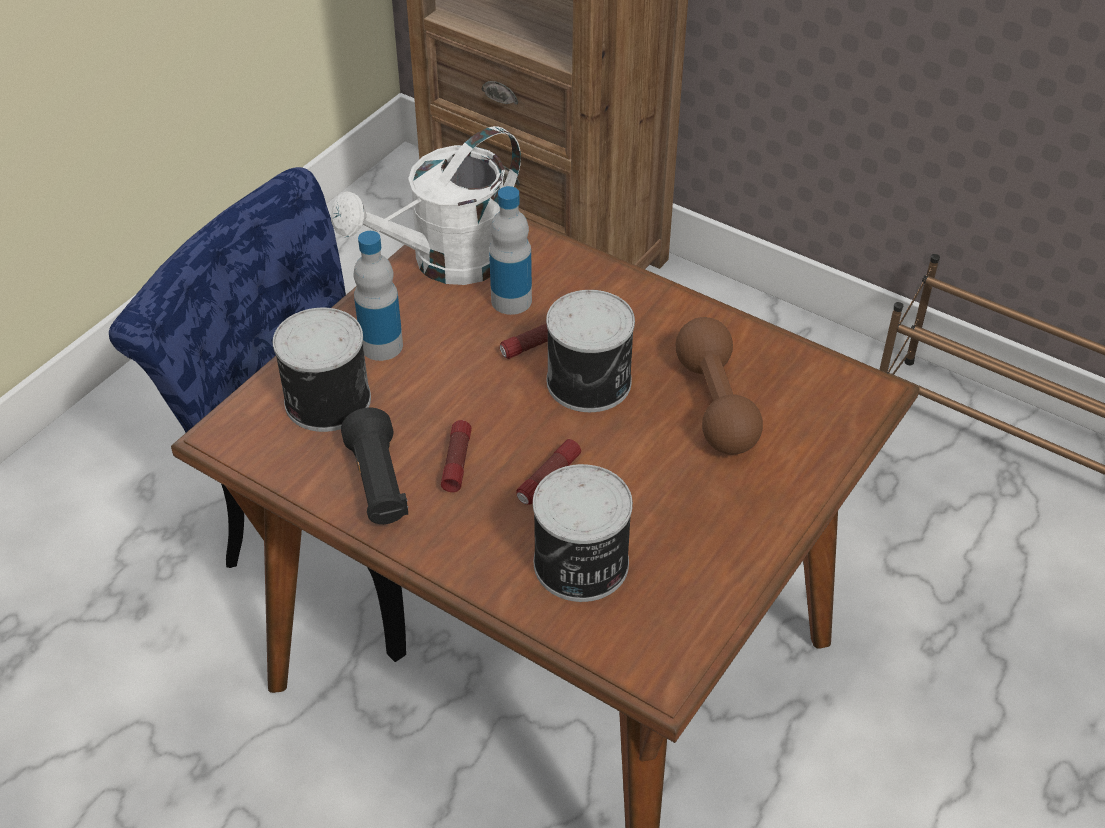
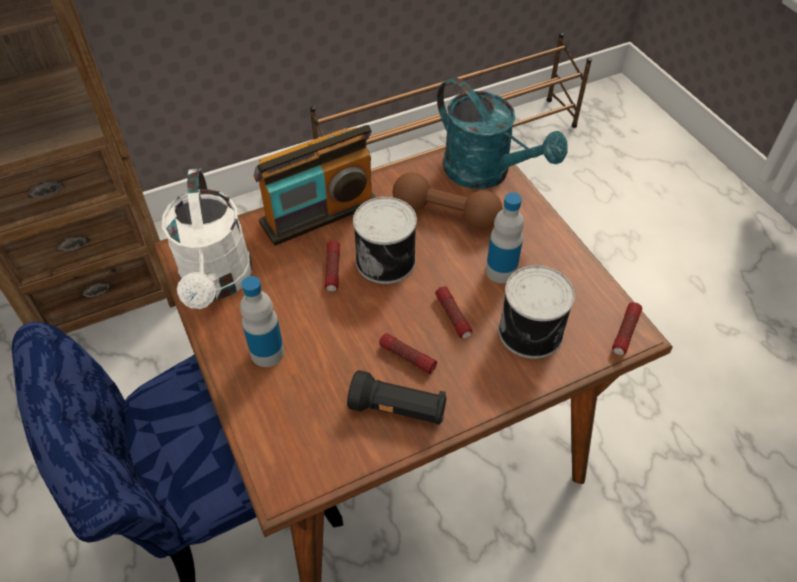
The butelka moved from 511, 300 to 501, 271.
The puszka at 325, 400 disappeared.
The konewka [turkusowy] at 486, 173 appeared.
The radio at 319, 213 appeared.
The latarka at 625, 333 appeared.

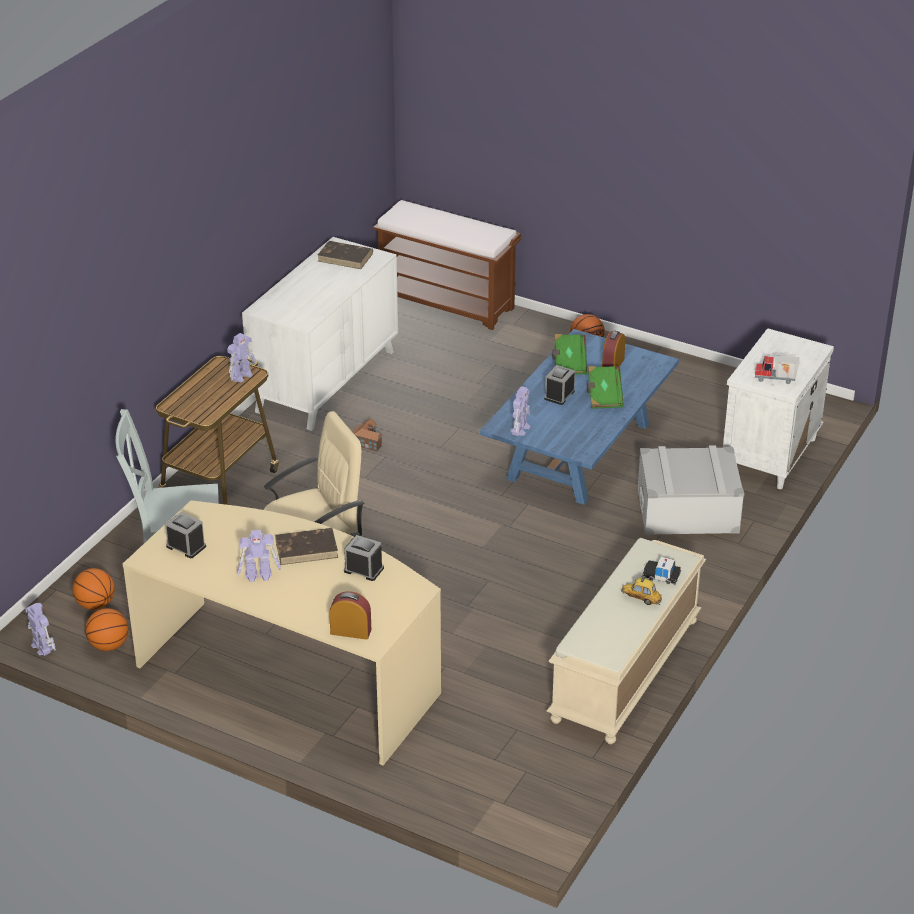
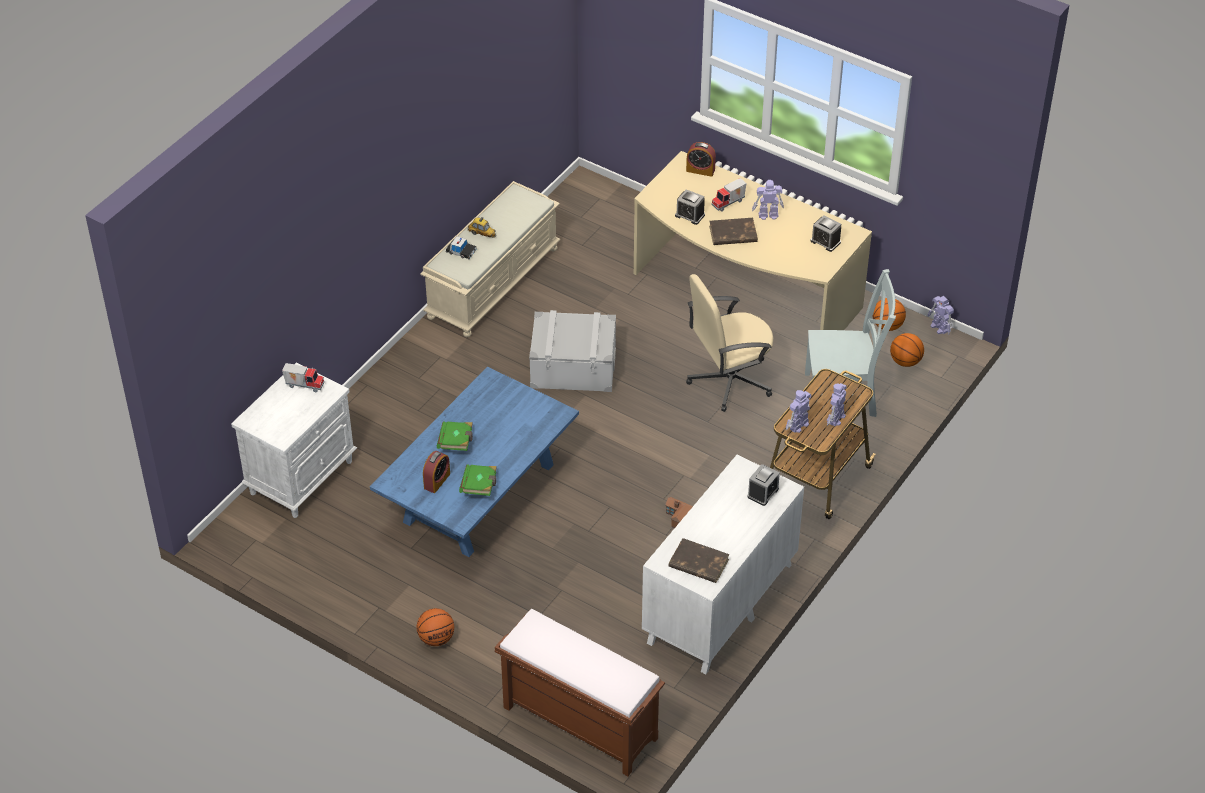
The budzik moved from 559, 395 to 763, 492.
The robot zabawkowy moved from 520, 429 to 835, 418.
The pojemnik do przechowywania [szary] moved from 687, 510 to 573, 366.
The ciężarówka zabawkowa at 729, 203 appeared.

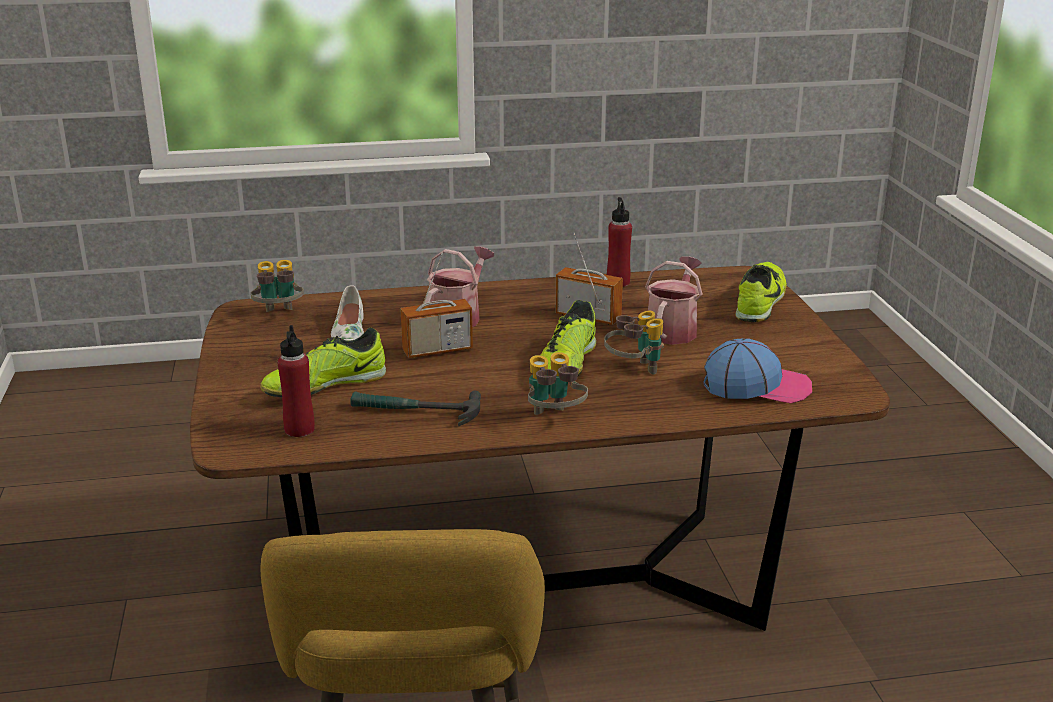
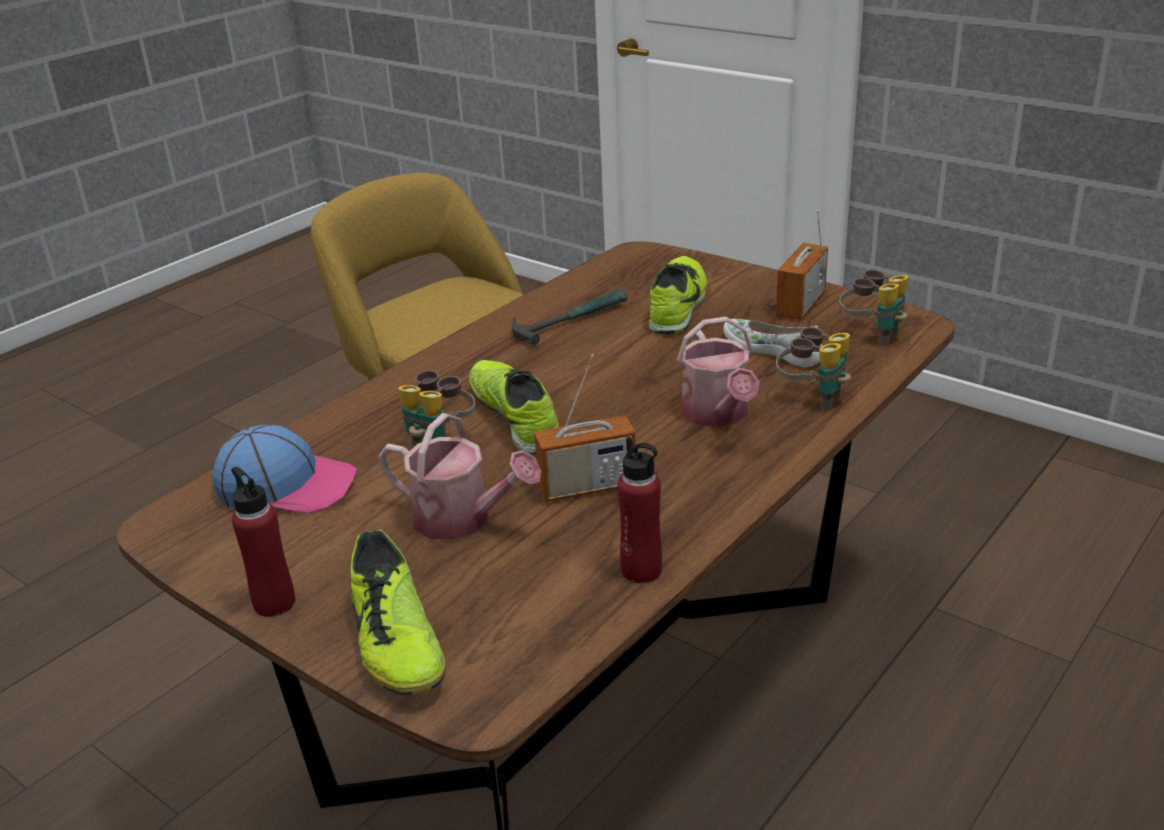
The radio moved from 437, 350 to 800, 305.
The konewka at 673, 329 turned 45 degrees counterclockwise.
The butelka [czerwony] moved from 299, 429 to 274, 603.
The czapka z daszkiem at 757, 385 turned 135 degrees counterclockwise.
The lornetka moved from 554, 419 to 812, 397.

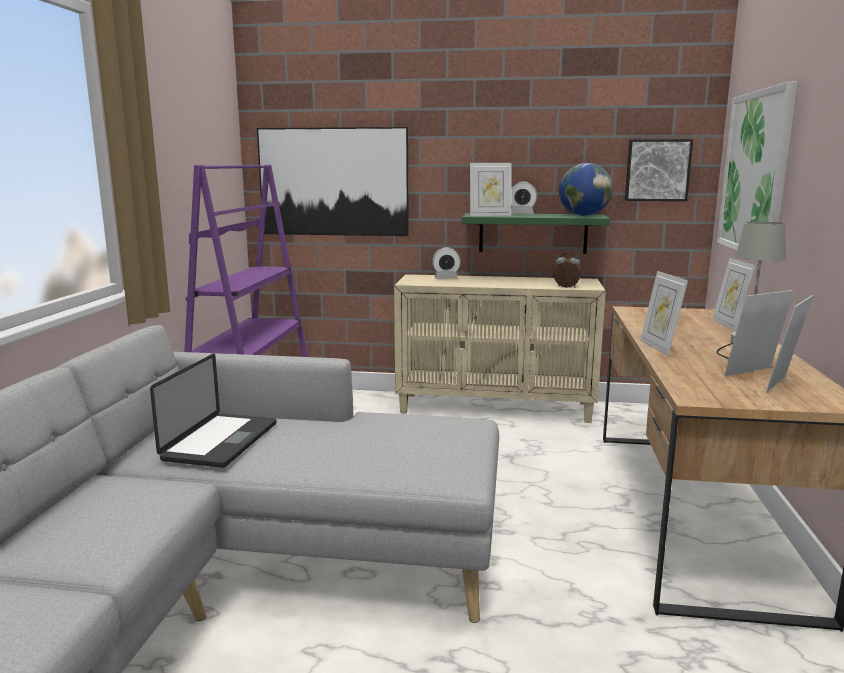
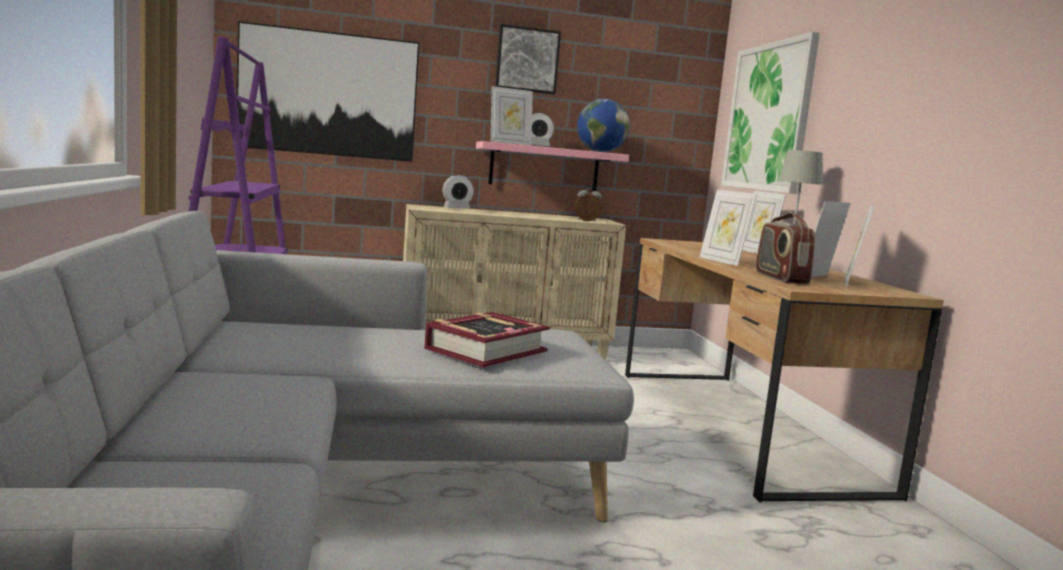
The obraz moved from 657, 170 to 527, 60.
The półka [zielony] at 533, 233 became the półka [różowy] at 544, 168.
The laptop at 221, 441 disappeared.
The radio at 780, 278 appeared.
The książka at 485, 350 appeared.

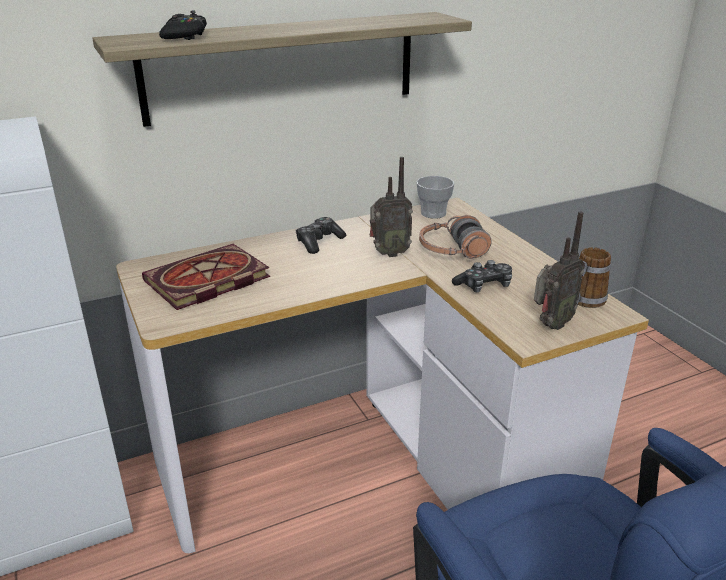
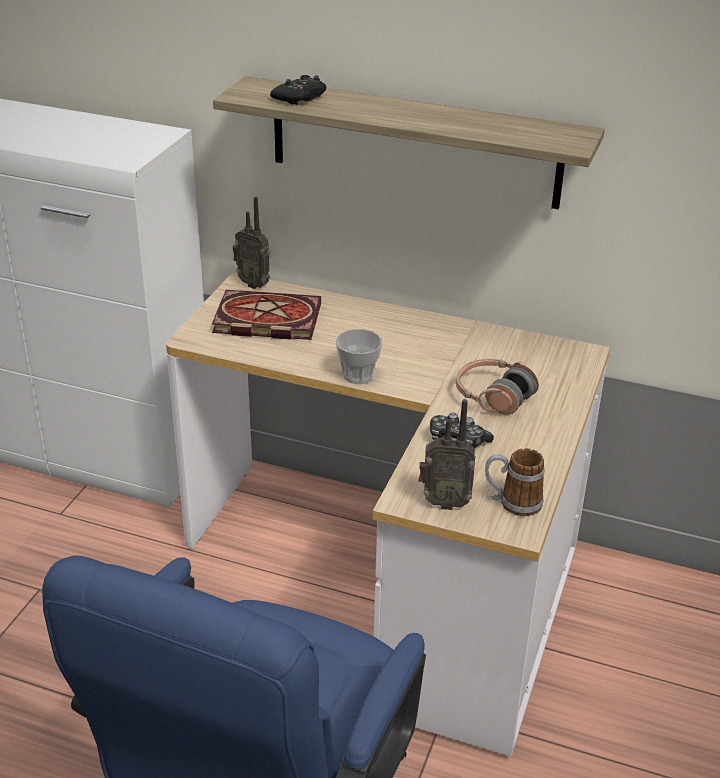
The radio moved from 388, 253 to 254, 284.
The filiżanka moved from 433, 213 to 358, 375.
The pad do gier at 319, 242 disappeared.

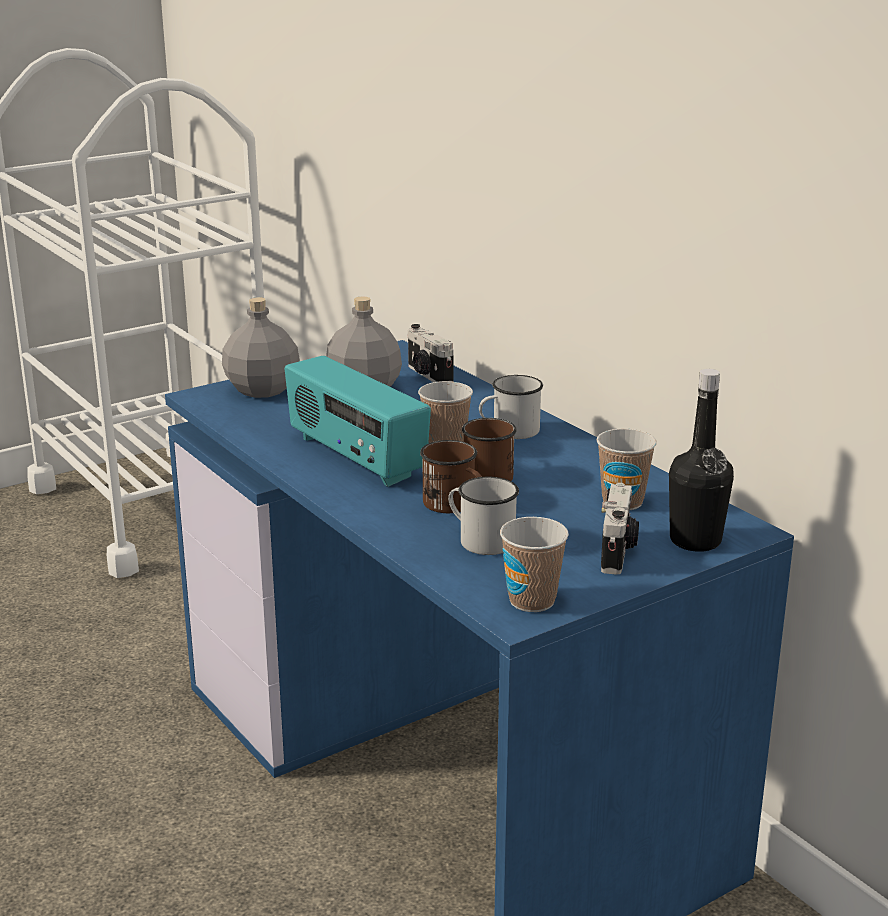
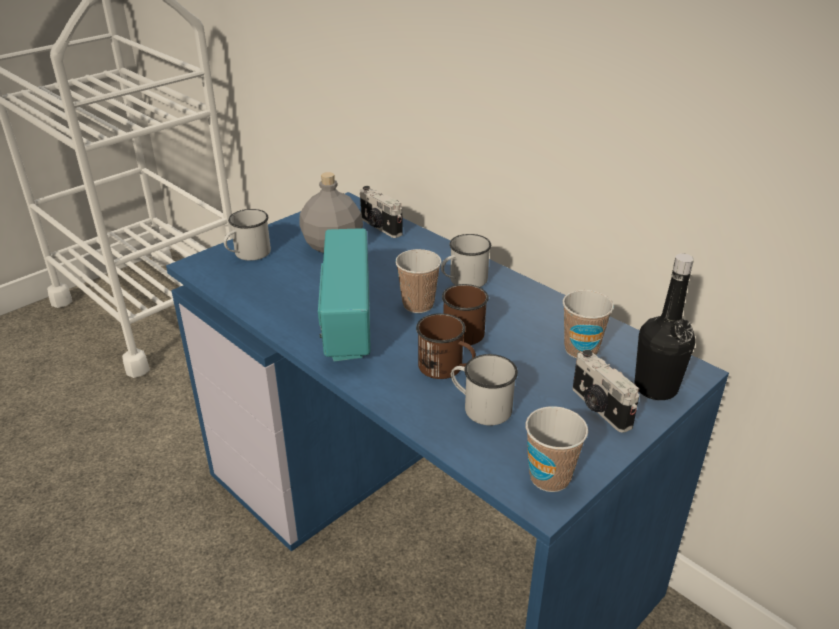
The butelka [szary] at 262, 390 was replaced by the kubek [biały] at 248, 254.
The radio at 355, 458 turned 45 degrees clockwise.
The aparat fotograficzny at 618, 552 turned 150 degrees clockwise.

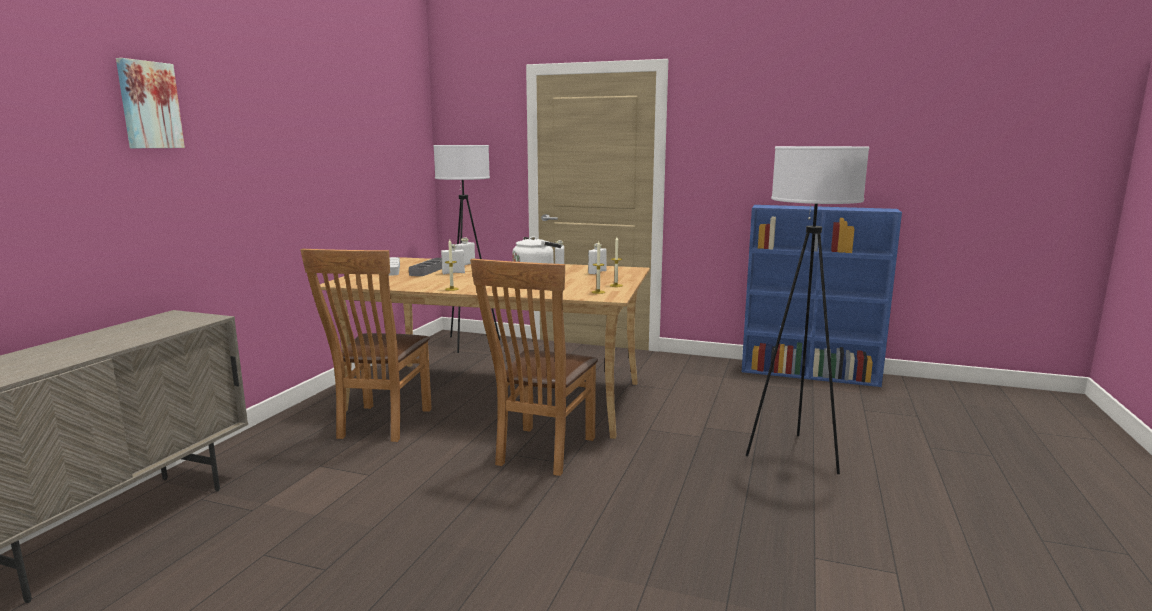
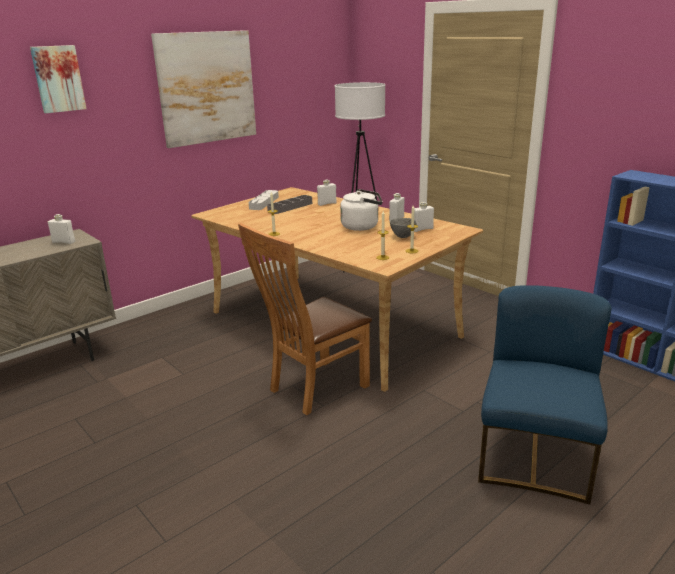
The lampa stojąca [biały] at 794, 455 was replaced by the krzesło [niebieski] at 534, 458.
The butelka [biały] moved from 453, 273 to 63, 242.
The krzesło [brązowy] at 381, 425 disappeared.
The obraz at 206, 88 appeared.
The miska [szary] at 402, 236 appeared.

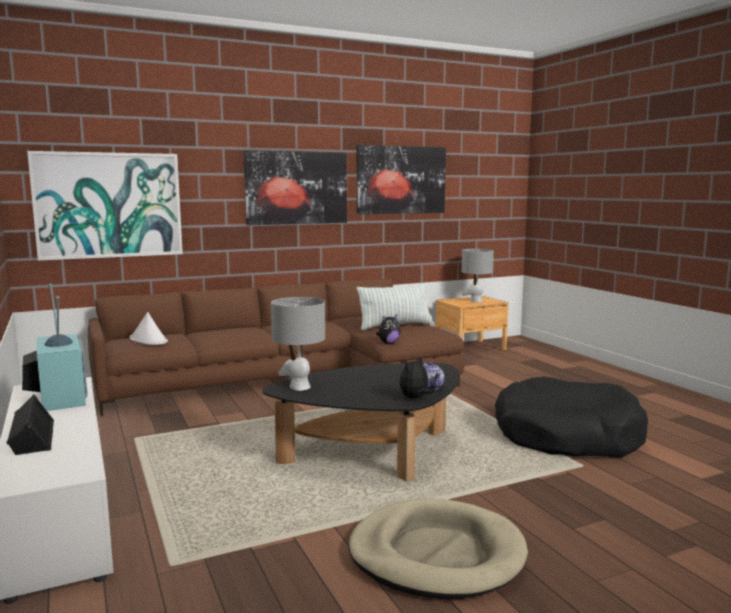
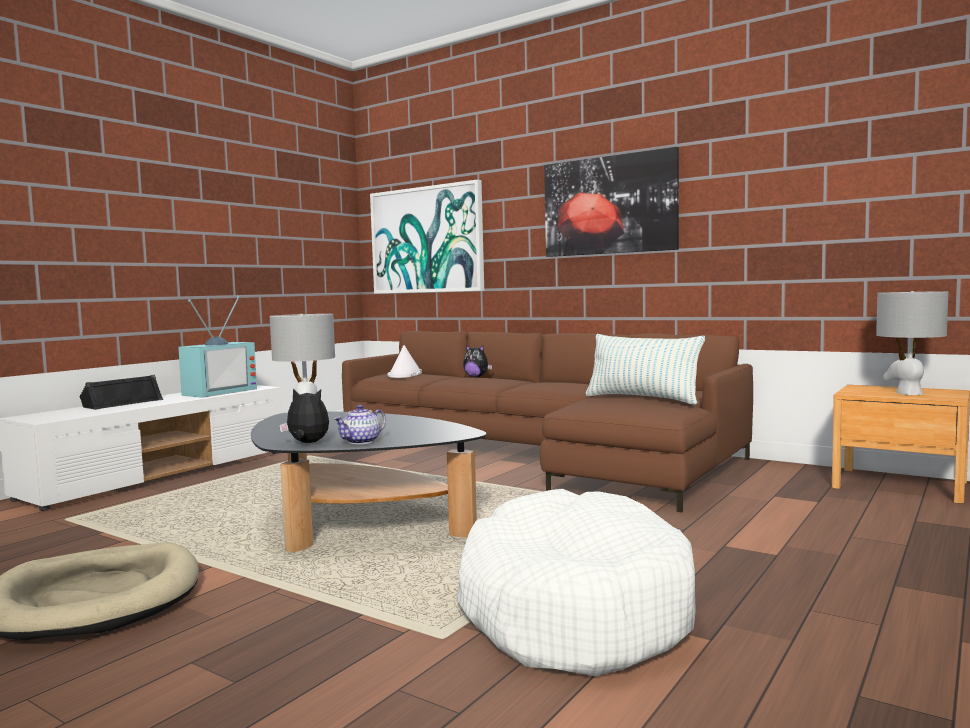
The obraz at 401, 180 disappeared.
The pluszak moved from 388, 343 to 476, 377.
The legowisko [czarny] at 566, 436 became the legowisko [biały] at 572, 609.

